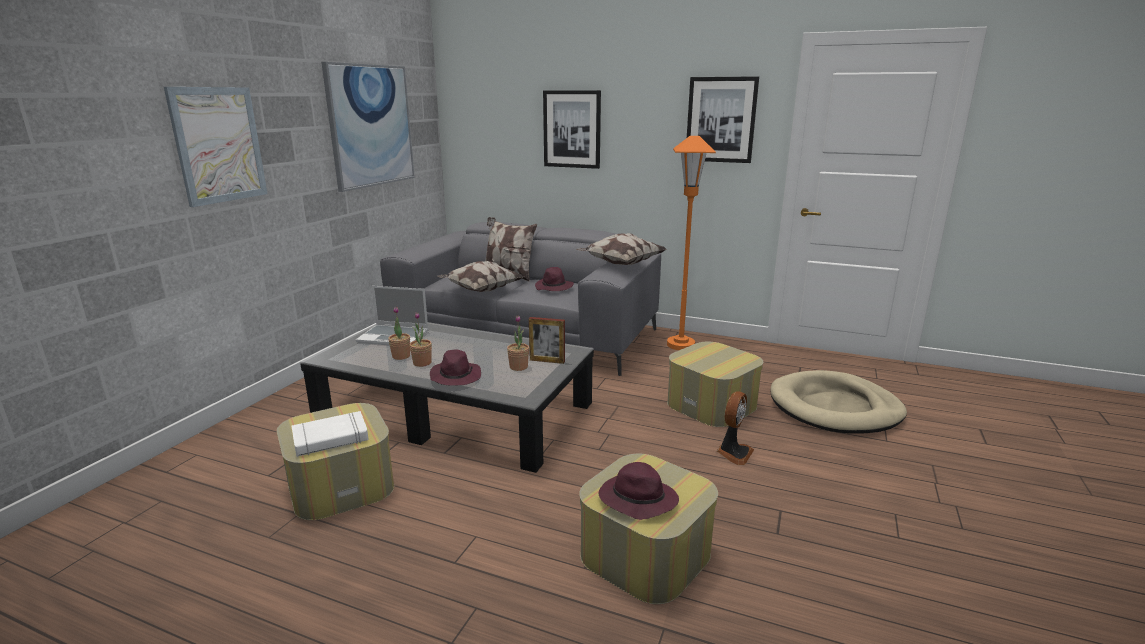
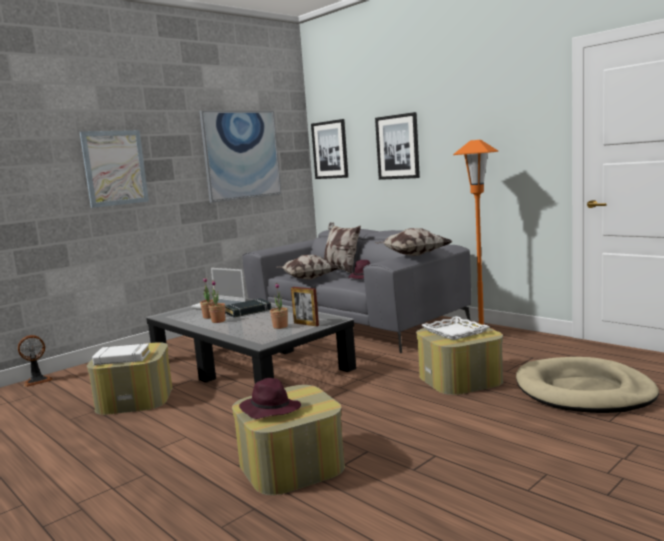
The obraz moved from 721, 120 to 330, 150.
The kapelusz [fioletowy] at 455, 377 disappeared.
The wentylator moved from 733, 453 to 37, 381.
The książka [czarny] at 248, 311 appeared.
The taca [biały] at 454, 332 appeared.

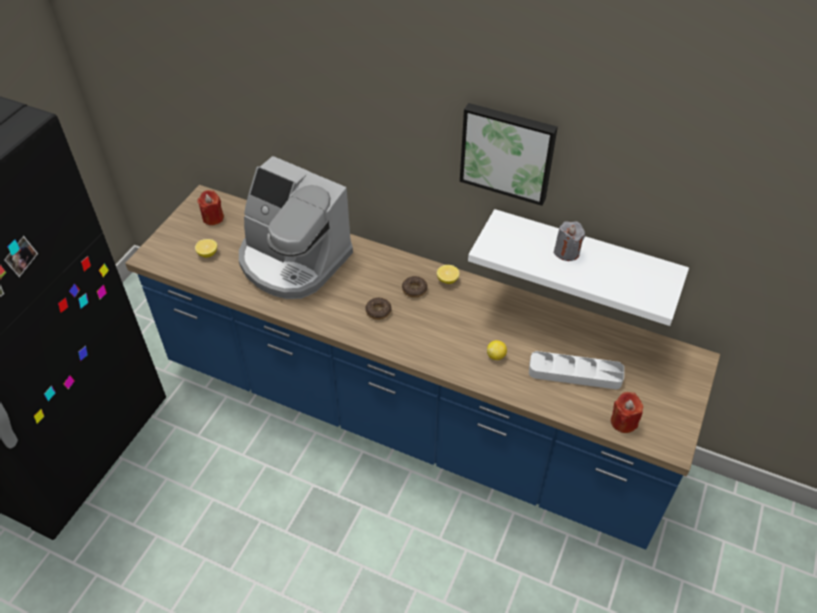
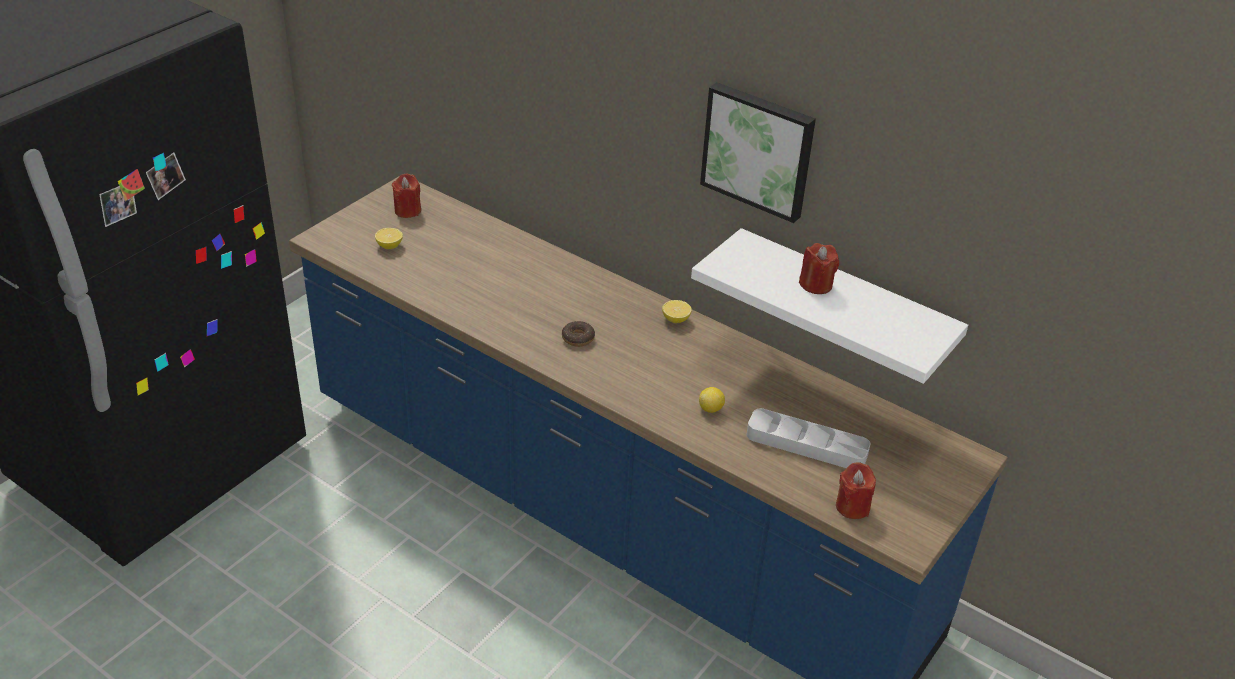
The ekspres do kawy at 293, 261 disappeared.
The świeca [szary] at 566, 252 became the świeca [czerwony] at 816, 284.
The donut at 414, 289 disappeared.

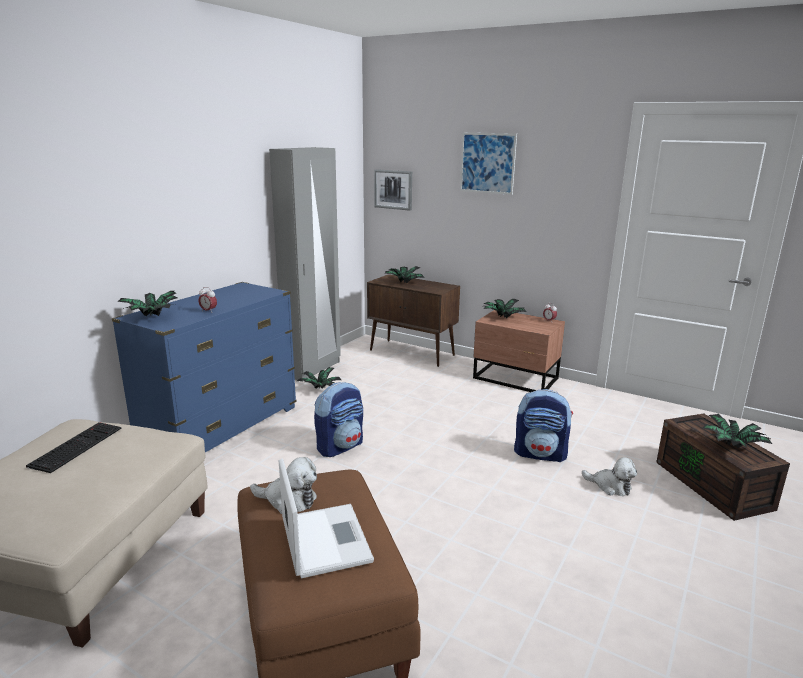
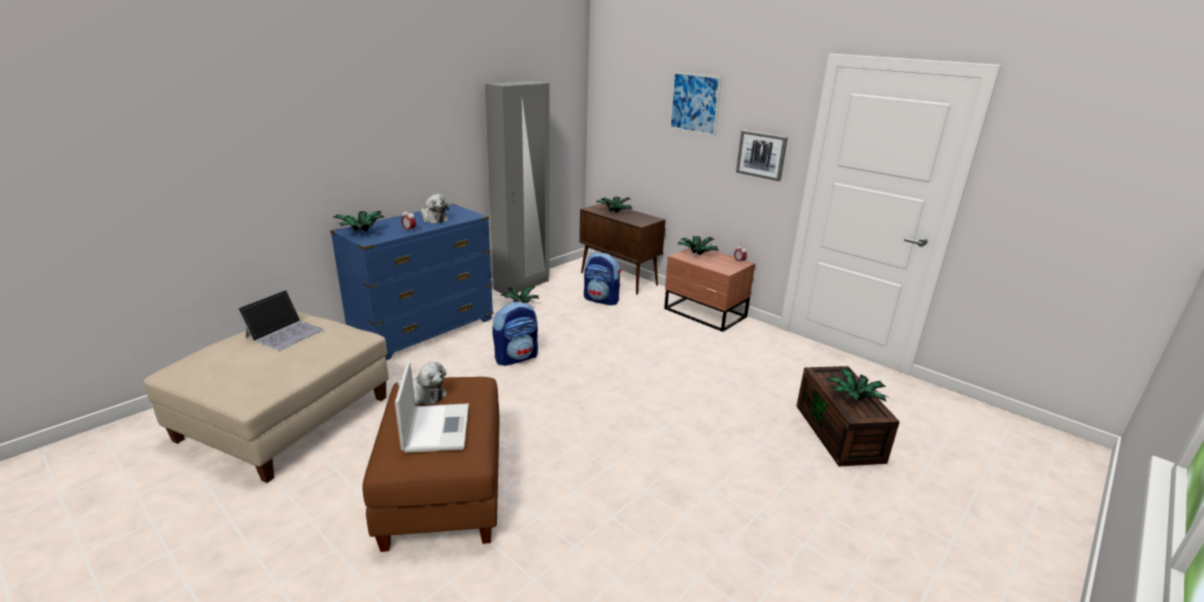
The obraz moved from 393, 189 to 761, 155.
The plecak moved from 540, 454 to 602, 300.
The klawiatura at 76, 446 was replaced by the laptop at 285, 333.
The pluszak moved from 610, 486 to 434, 219.

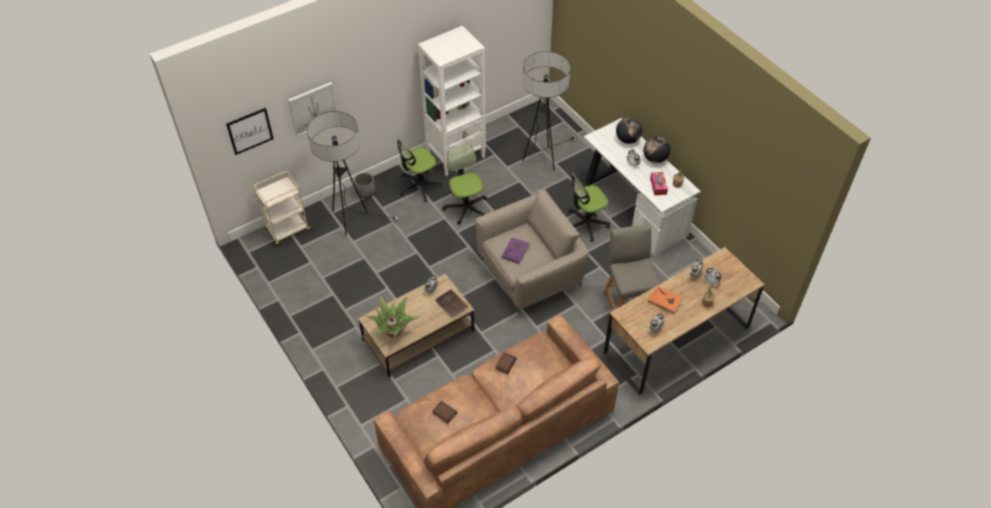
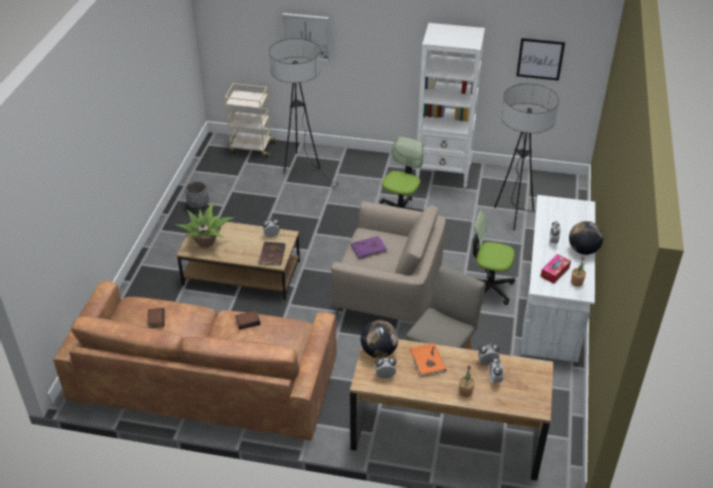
The obraz moved from 250, 131 to 540, 59.
The globus moved from 627, 140 to 379, 352.
The krzesło biurowe at 419, 186 disappeared.
The donica [szary] moved from 365, 193 to 198, 205.

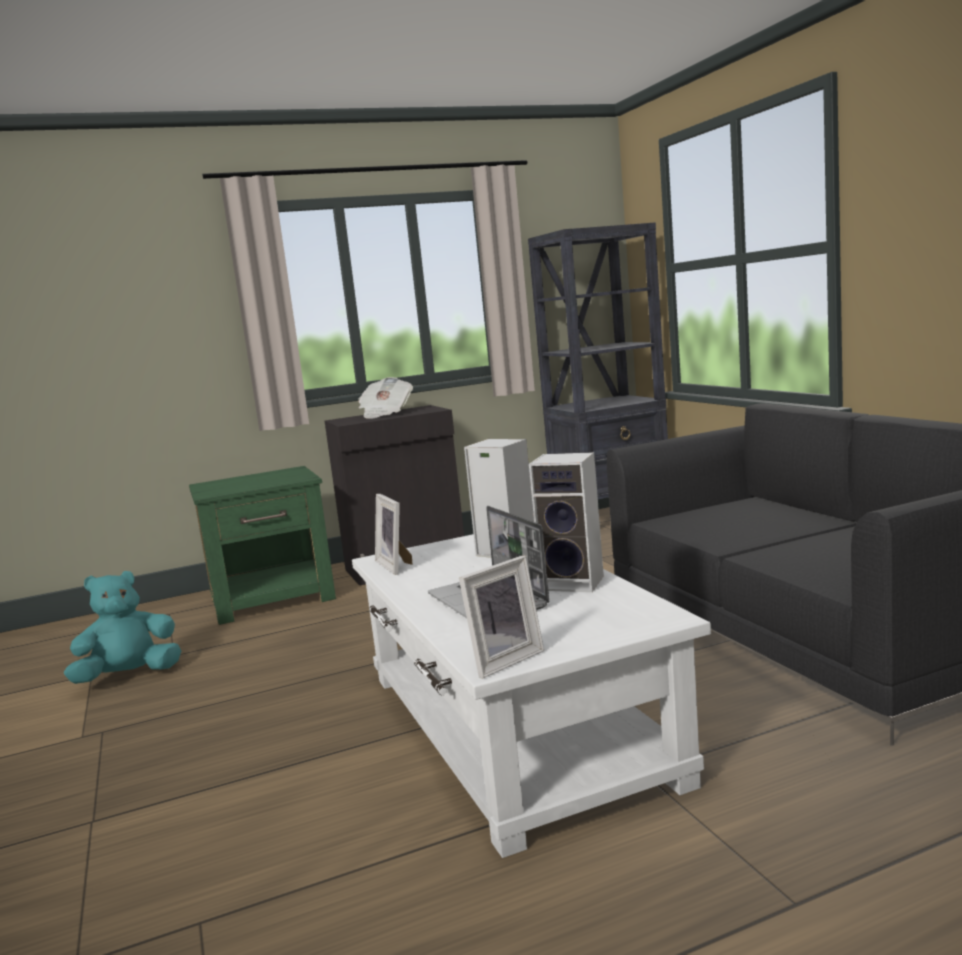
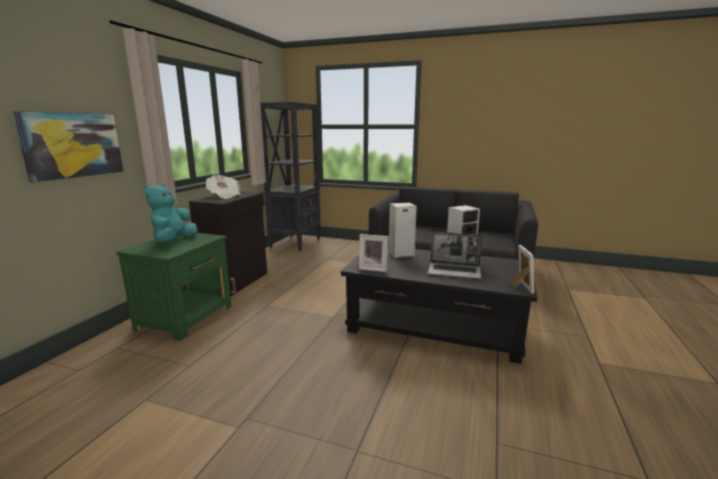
The ława [biały] at 514, 727 became the ława [czarny] at 435, 326.
The pluszak [turkusowy] moved from 129, 676 to 174, 241.
The obraz at 73, 145 appeared.

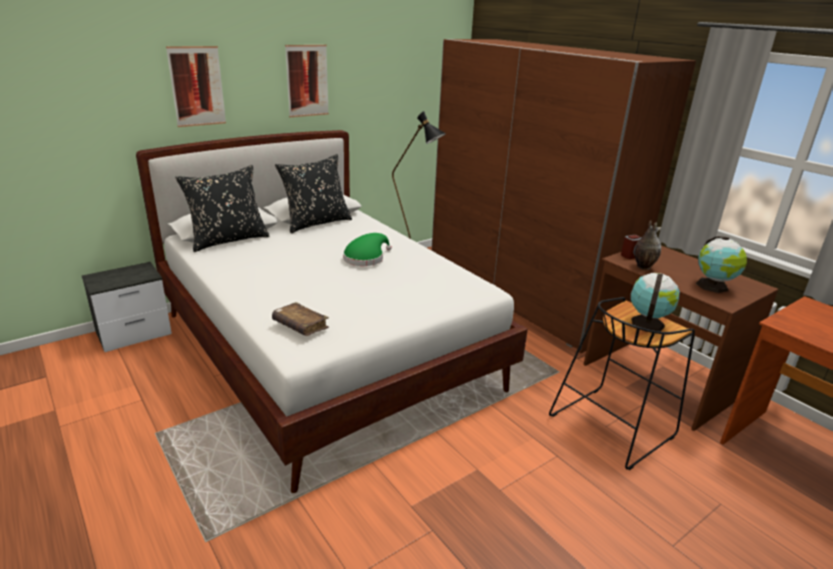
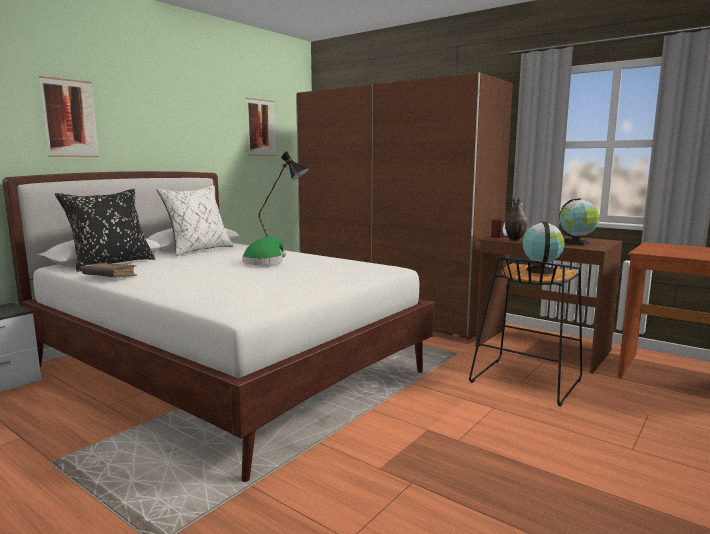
The obraz moved from 307, 81 to 261, 127.
The poduszka [czarny] at 316, 223 became the poduszka [biały] at 198, 250.
The książka [brązowy] moved from 300, 325 to 110, 277.

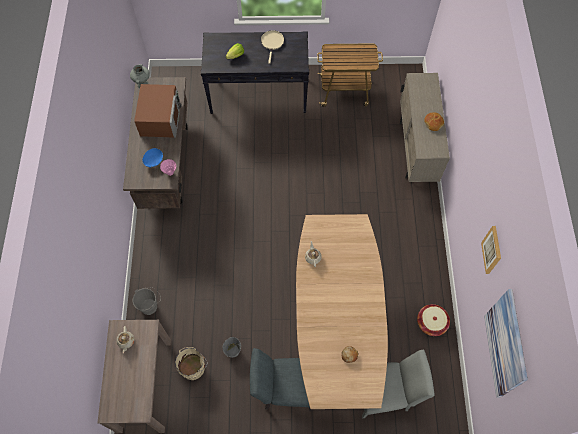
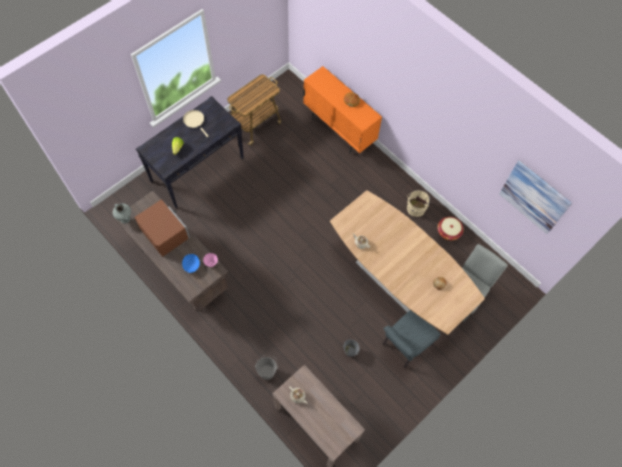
The szafka [beżowy] at 415, 150 became the szafka [pomarańczowy] at 339, 130.
The obraz at 492, 250 disappeared.
The wiadro [beżowy] moved from 193, 366 to 416, 207.

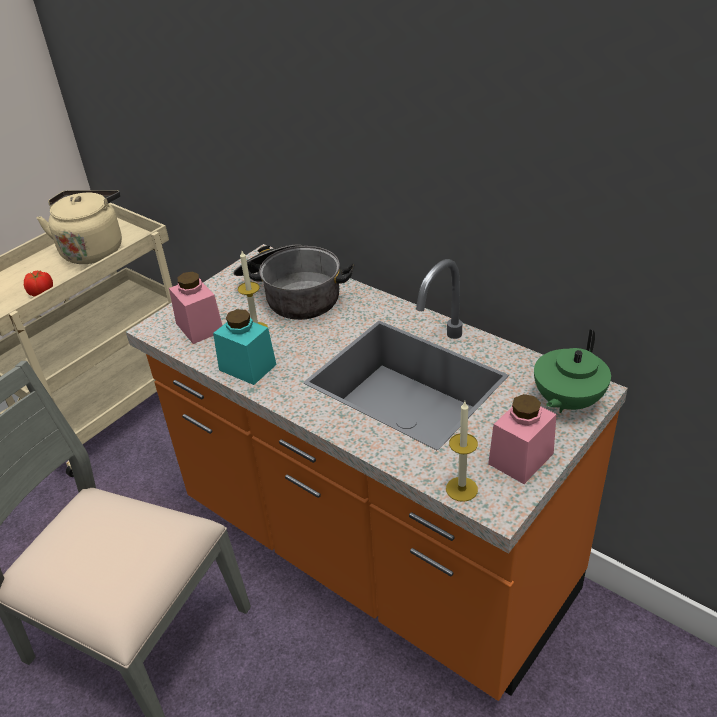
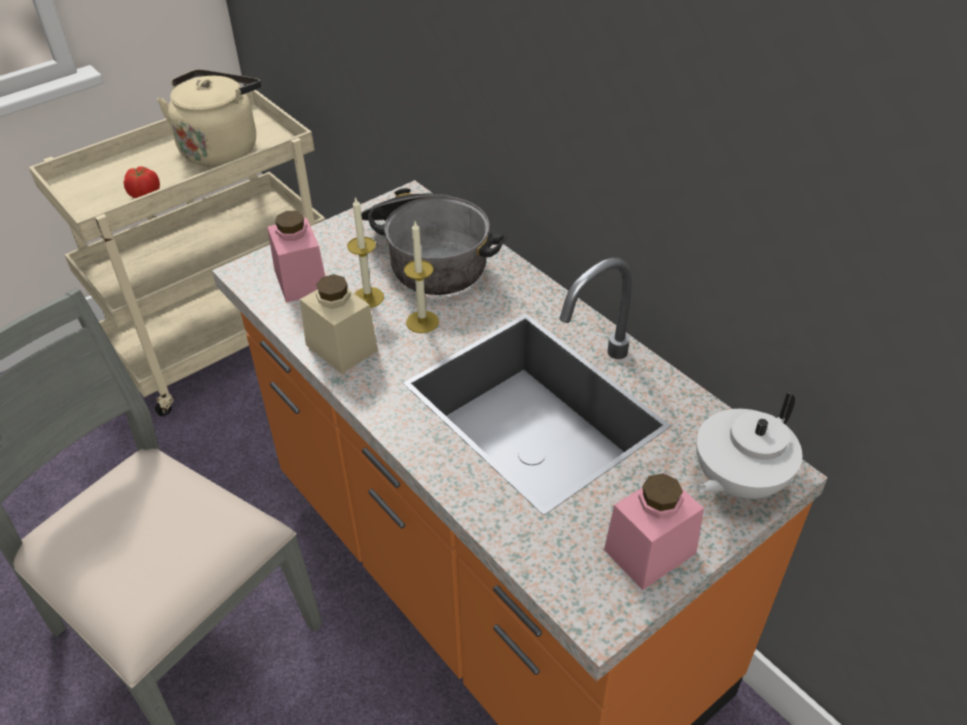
The słoik [turkusowy] at 247, 367 became the słoik [beżowy] at 341, 347.
The imbryk [zielony] at 566, 401 became the imbryk [biały] at 737, 481.
The świeca moved from 461, 489 to 422, 322.

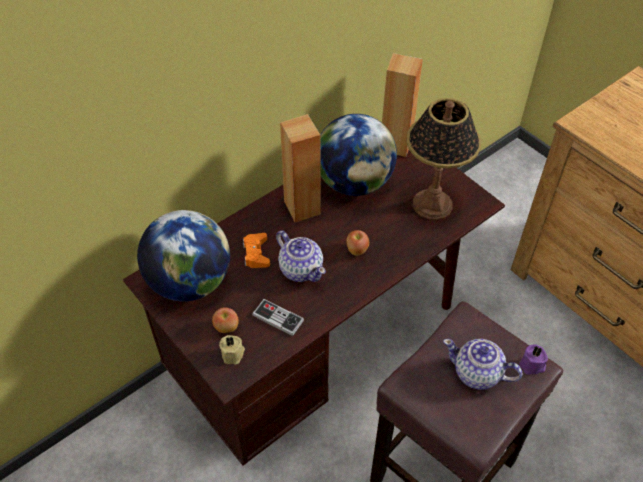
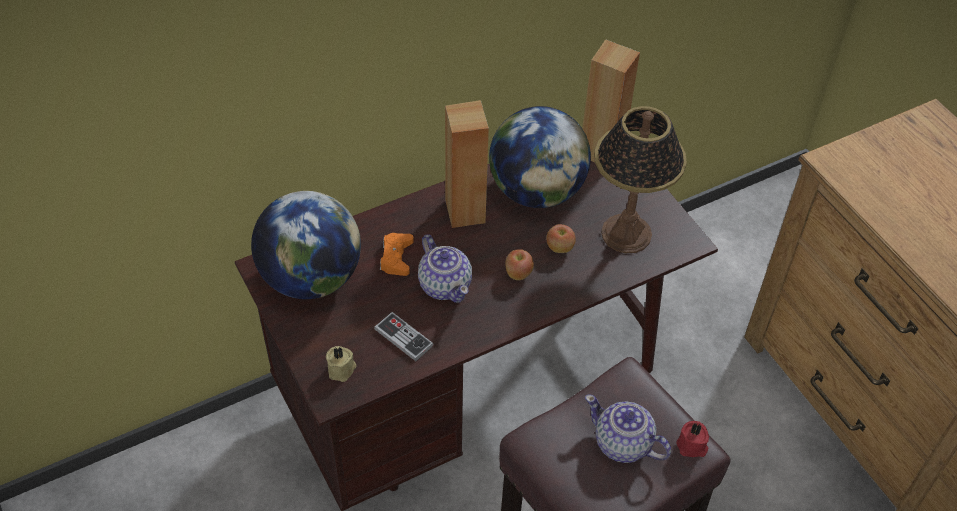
The jabłko moved from 226, 328 to 559, 248.
The świeca [fioletowy] at 532, 365 became the świeca [czerwony] at 692, 447.

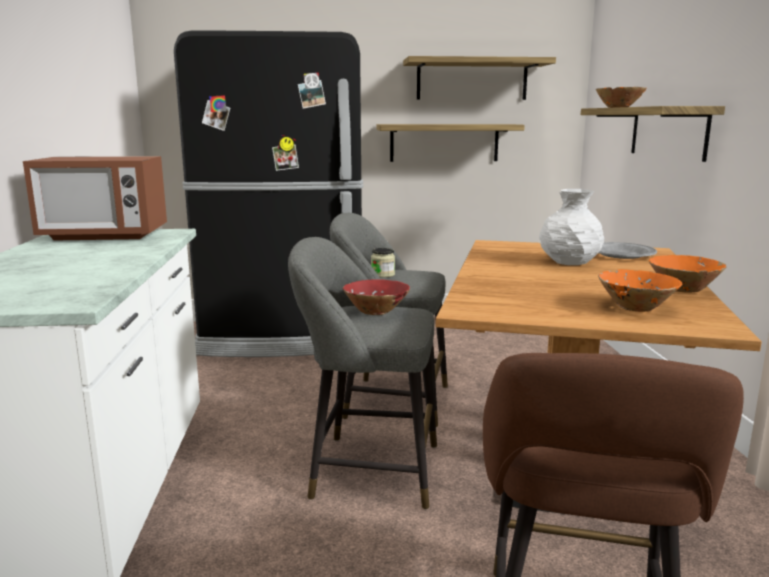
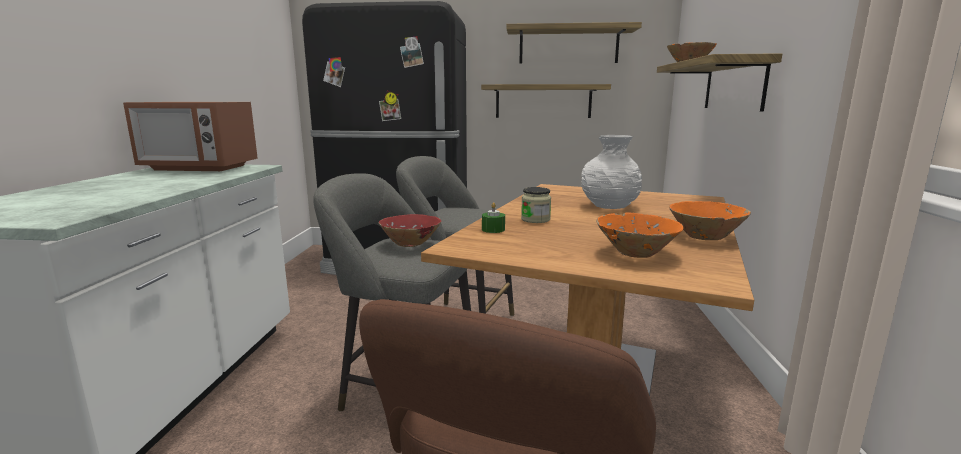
The talerz [szary] at 621, 254 disappeared.
The słoik moved from 383, 274 to 535, 219.
The świeca [zielony] at 493, 229 appeared.

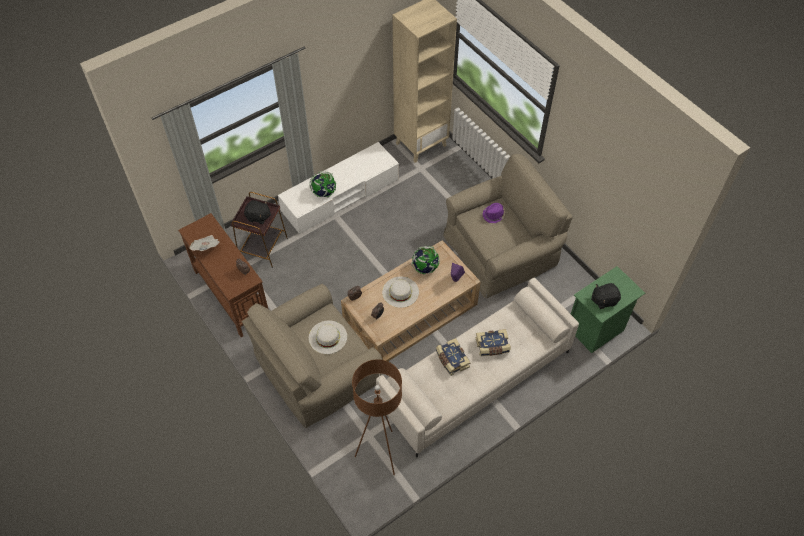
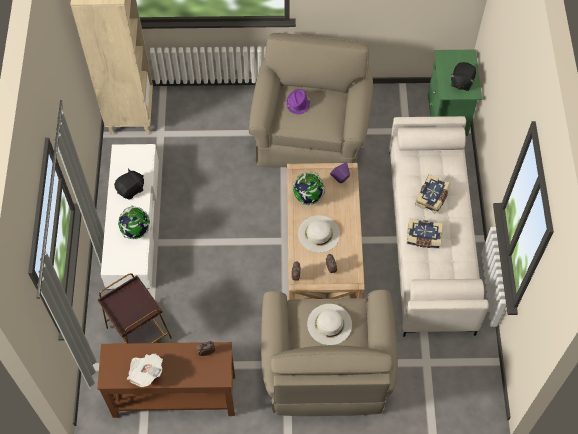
The pluszak [czarny] moved from 258, 217 to 131, 189.
The lampa stojąca [brązowy] at 380, 453 disappeared.

